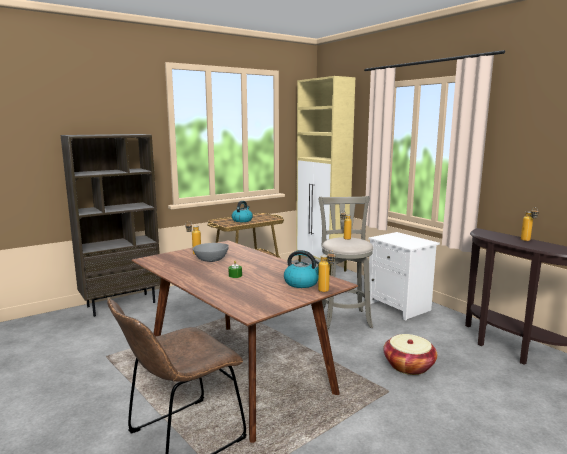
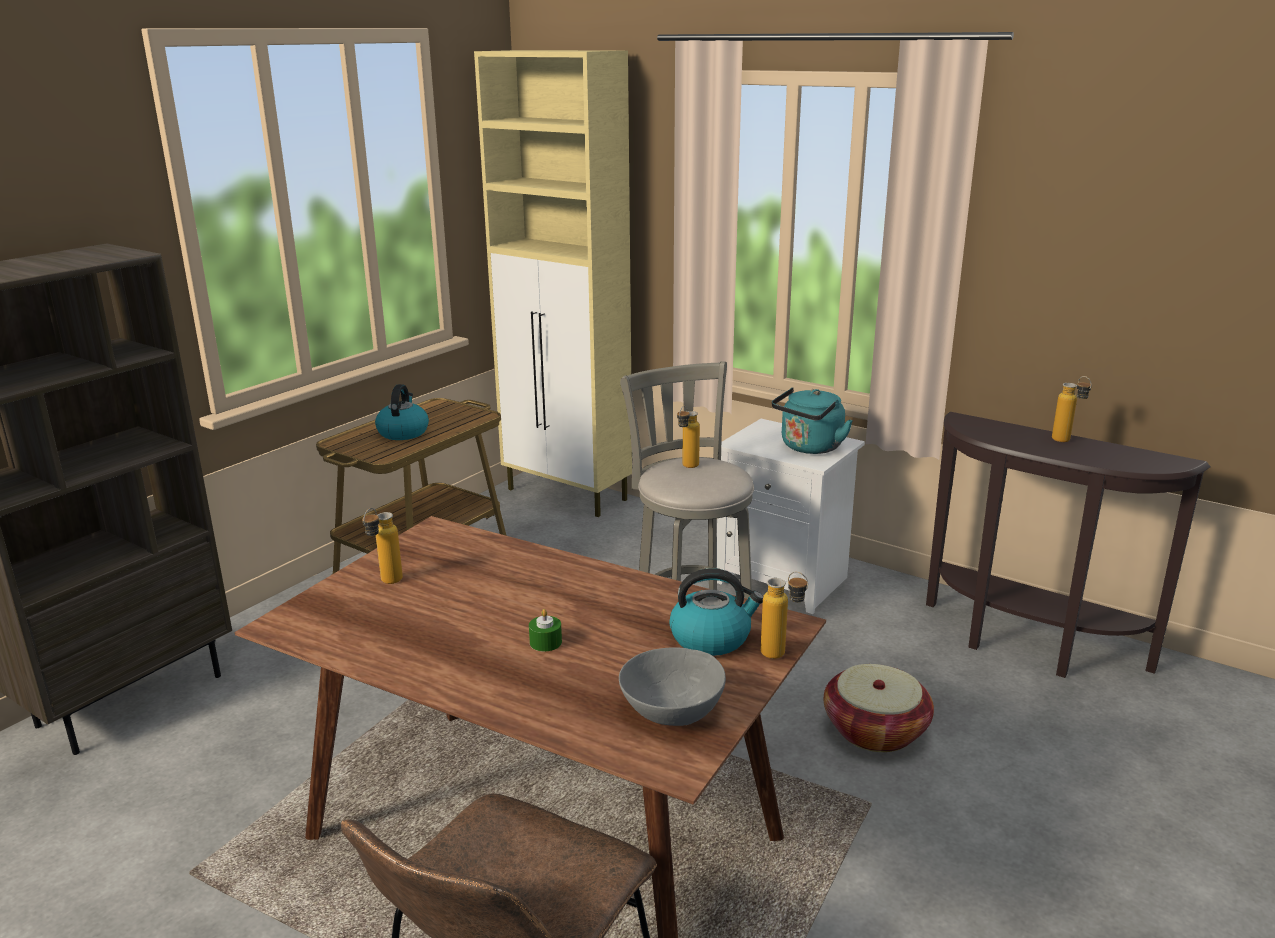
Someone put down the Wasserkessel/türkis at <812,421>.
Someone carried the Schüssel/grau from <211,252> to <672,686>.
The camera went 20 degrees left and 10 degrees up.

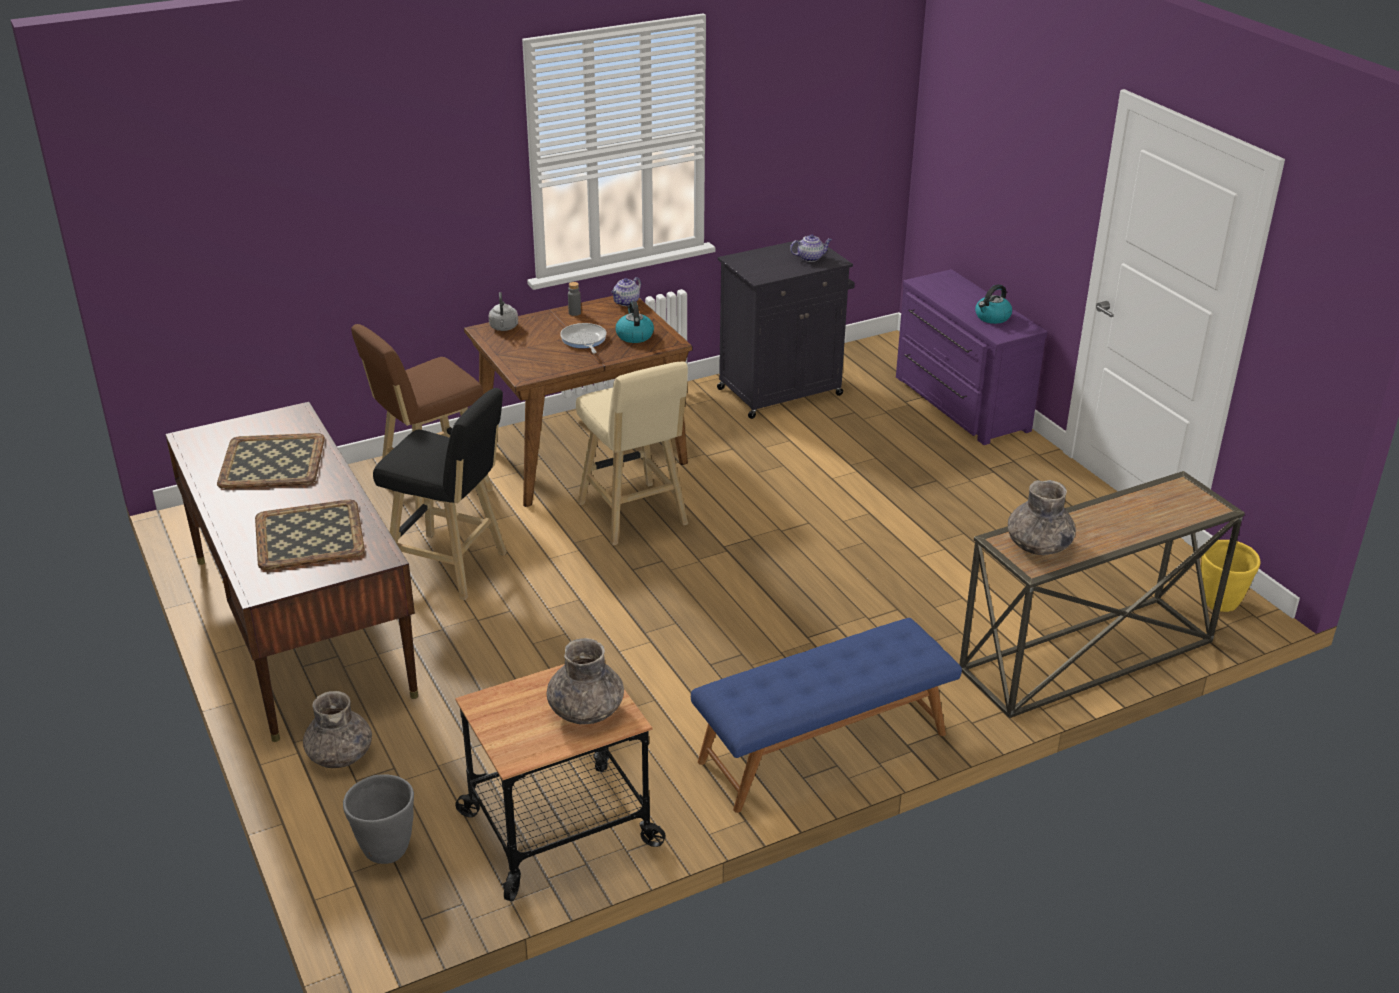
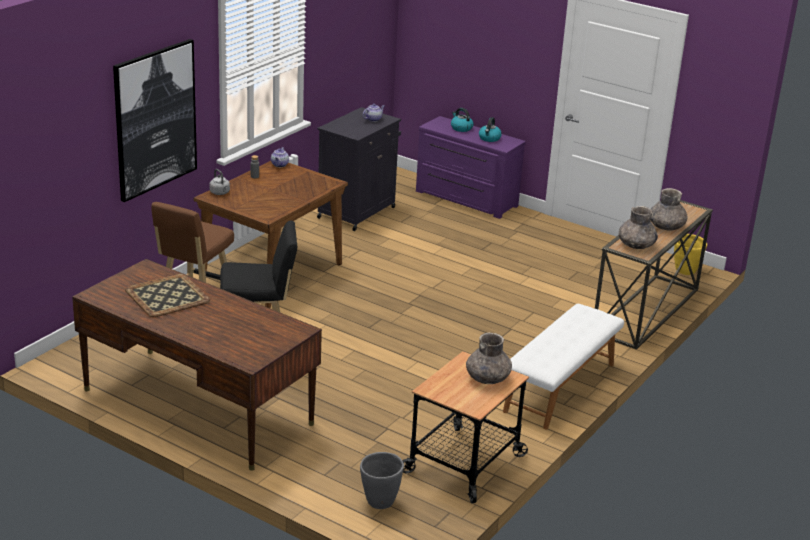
Someone took away the Tablett at <310,535>.
Someone took away the Pfanne at <583,338>.
Someone took away the Hocker/beige at <632,453>.
Someone put up the Bild at <155,120>.
Someone carried the Vase/grau from <337,729> to <669,209>.
Someone carried the Wasserkessel from <635,322> to <462,120>.
Someone repainted the Bank/blau at <826,715>, which became the Bank/weiß at <563,366>.
The camera went 30 degrees left and 5 degrees down.

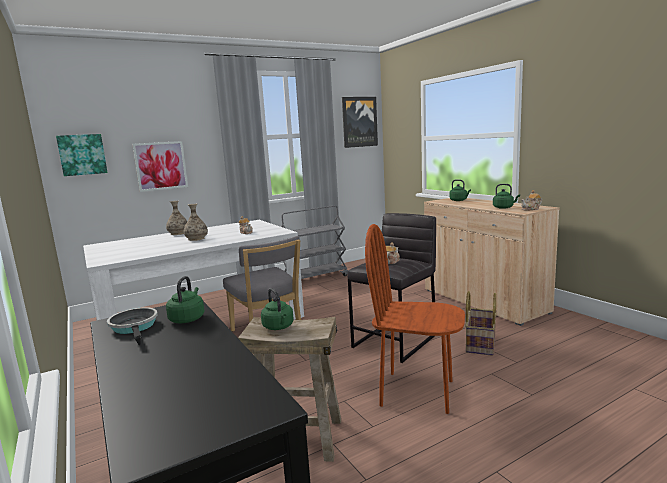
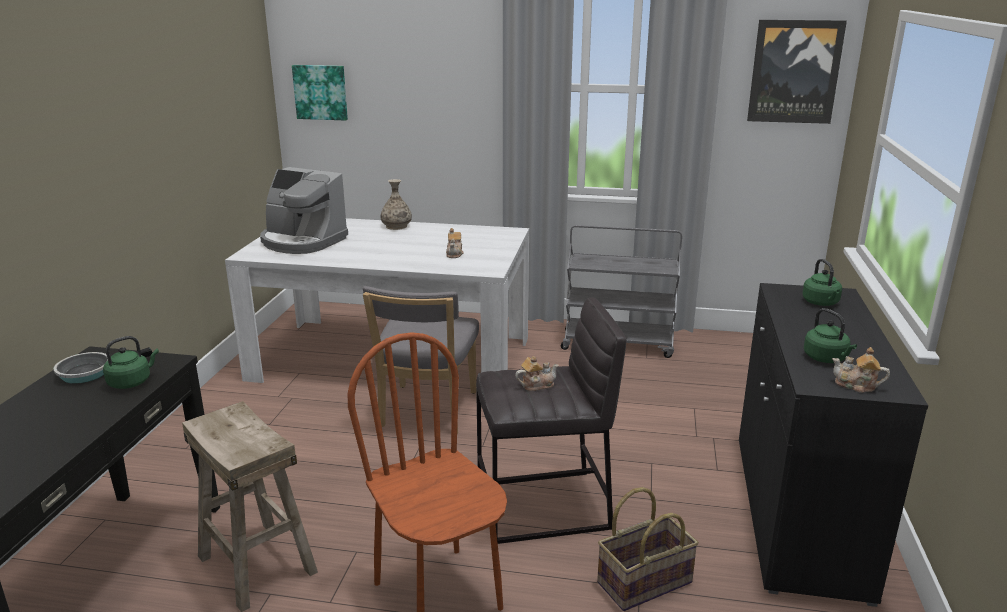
Someone took away the Bild at <160,166>.
Someone took away the Vase at <196,222>.
Someone took away the Wasserkessel/grün at <277,309>.
Someone put down the Kaffeemaschine at <304,210>.
Someone repainted the Schrank/beige at <491,262>, which became the Schrank/schwarz at <833,445>.
Someone rotated the Pfanne at <132,326> by 135 degrees counterclockwise.
The camera went 40 degrees right and 10 degrees up.

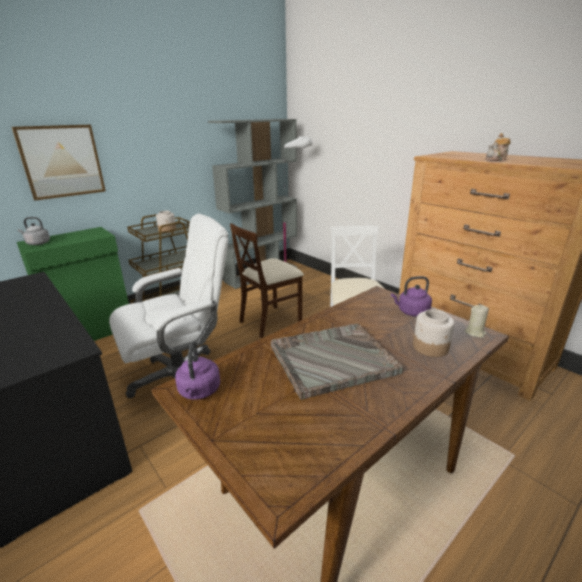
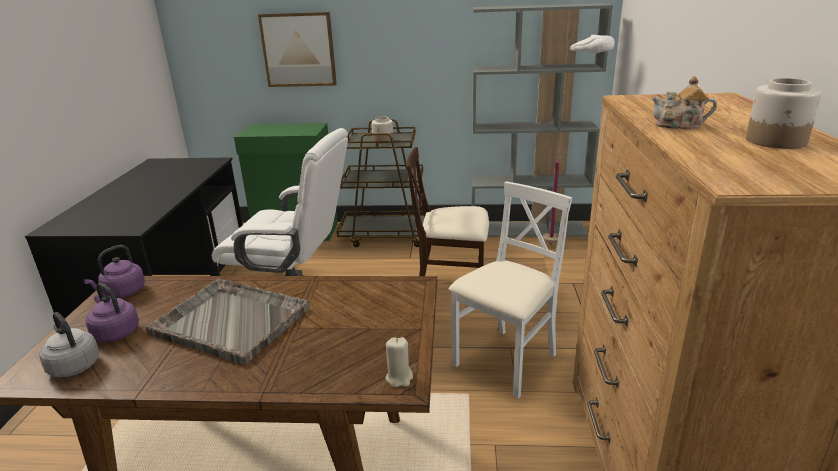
Someone carried the Wasserkessel/grau from <34,231> to <69,344>.
Someone carried the Wasserkessel/lila from <411,296> to <112,312>.
Someone carried the Vorratsglas from <433,333> to <783,113>.
The camera went 45 degrees right and 0 degrees up.

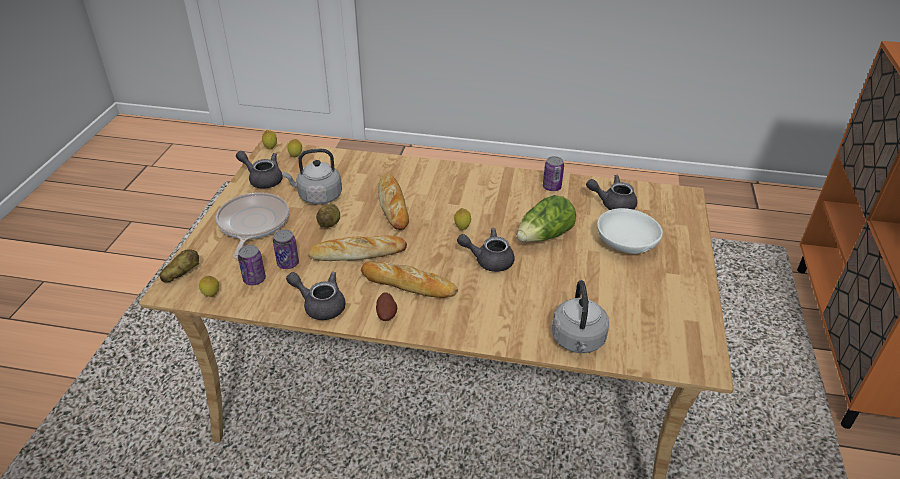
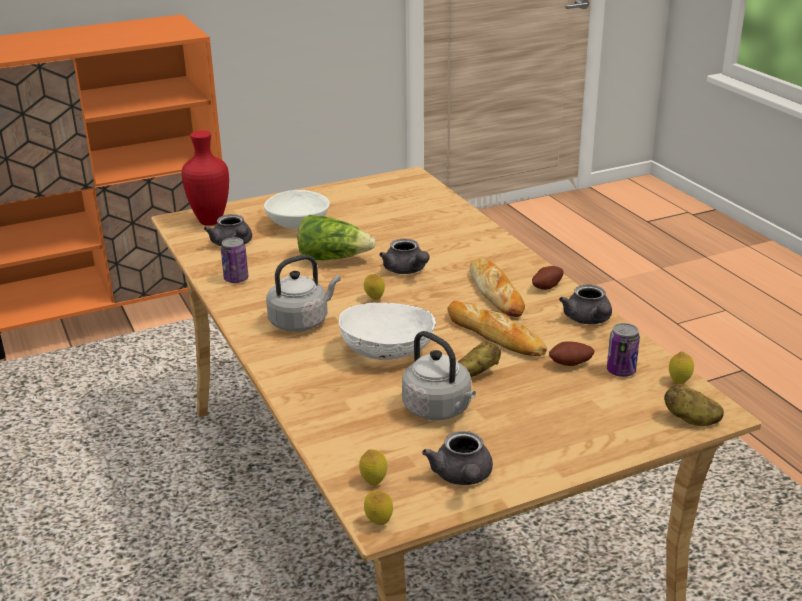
Someone took away the Pfanne at <252,225>.
Someone put down the Vase/rot at <205,178>.
Someone carried the Wasserkessel/grau from <580,316> to <303,293>.
Someone swapped the Dose at <286,249> for the Kartoffel at <571,353>.
Someone swapped the Brot at <393,202> for the Schüssel/weiß at <387,331>.
The camera went 125 degrees left and 10 degrees down.

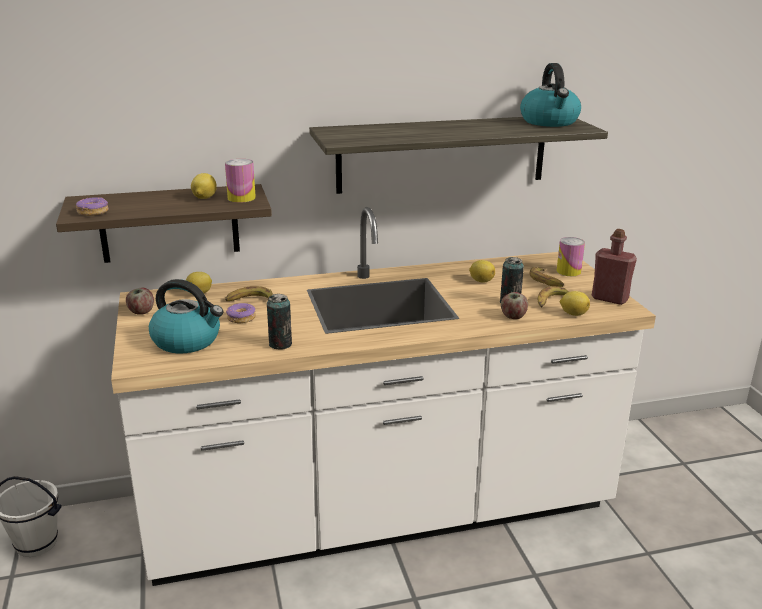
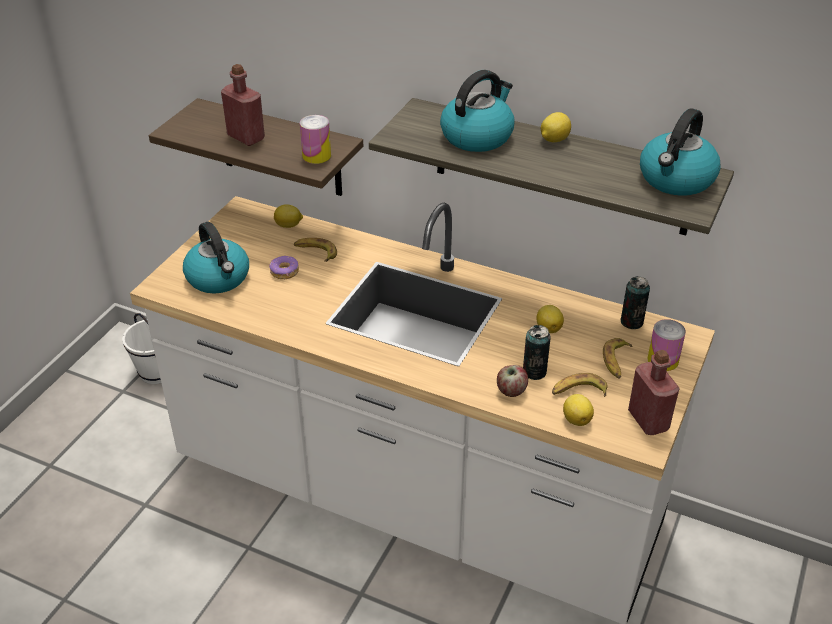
Someone took away the Donut at <92,206>.
Someone took away the Apfel at <140,301>.
Someone put down the Flasche/rot at <243,105>.
Someone put down the Wasserkessel at <477,111>.
Someone carried the Zitrone from <204,186> to <556,127>.
Someone carried the Dose from <279,321> to <635,302>.
The camera went 40 degrees right and 15 degrees up.

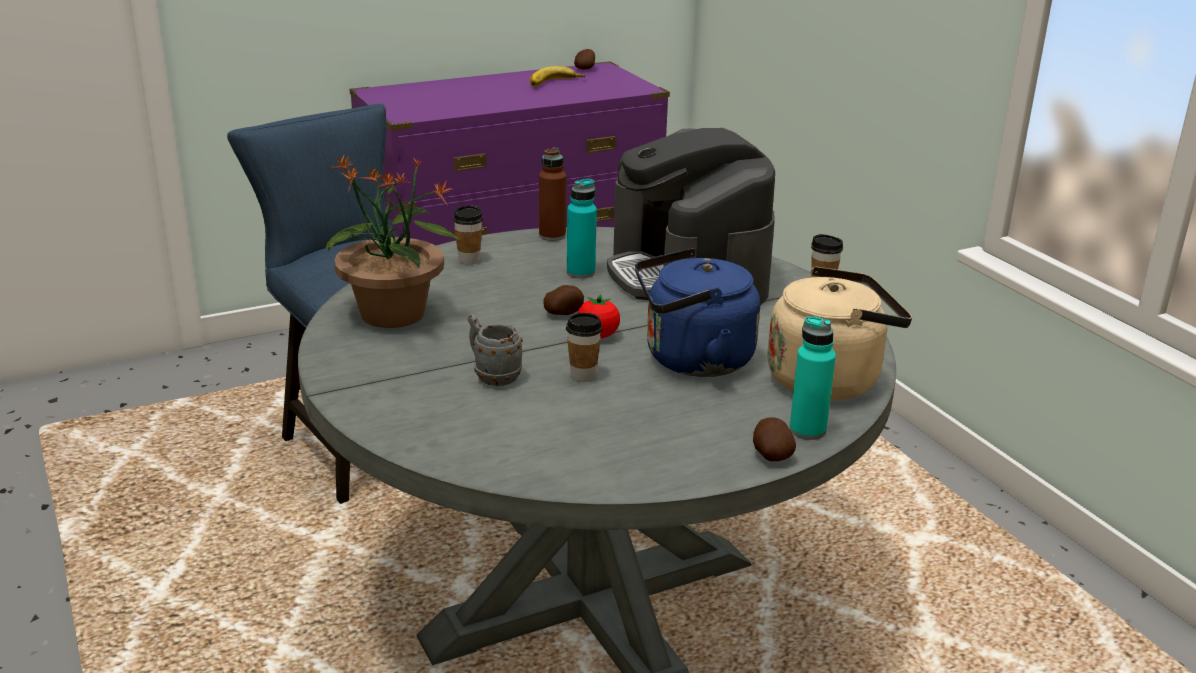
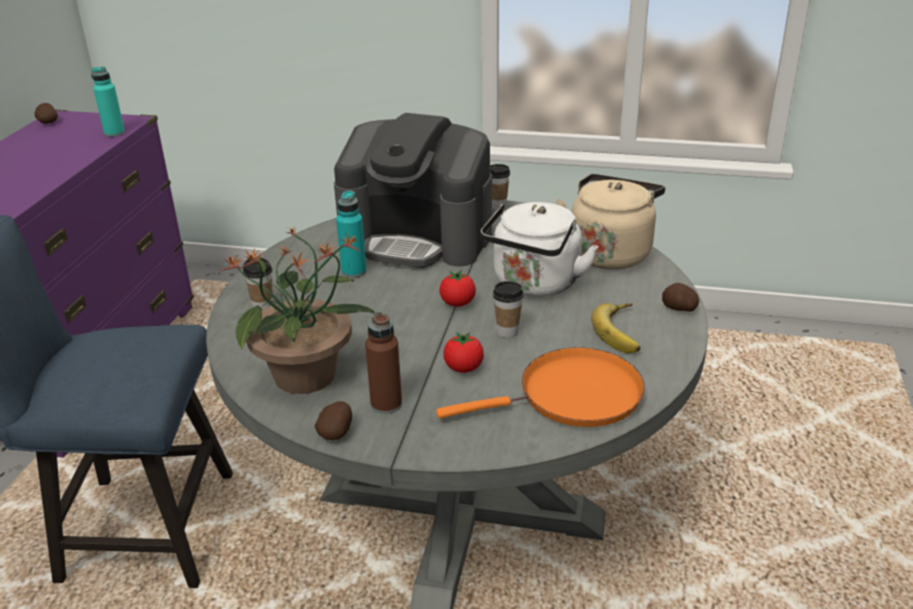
Someone put down the Pfanne/orange at <540,387>.
Someone carried the Banane from <557,76> to <615,328>.
Someone carried the Flasche/braun from <552,194> to <383,363>.
Someone carried the Kartoffel from <563,300> to <333,420>.
Someone carried the Flasche/türkis from <812,378> to <108,101>.
Someone swapped the Henkelbecher/grau at <495,350> for the Tomate at <463,352>.
Someone repainted the Wasserkessel/blau at <697,312>, which became the Wasserkessel/weiß at <540,249>.
The camera went 50 degrees left and 5 degrees up.

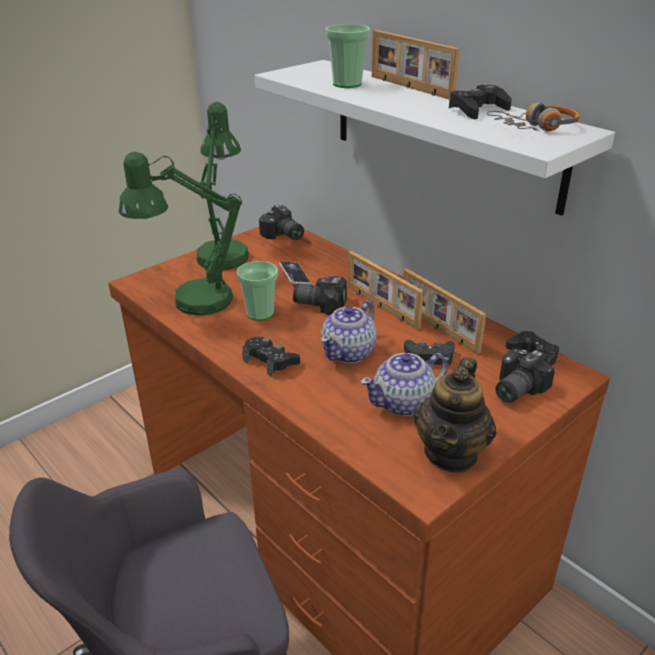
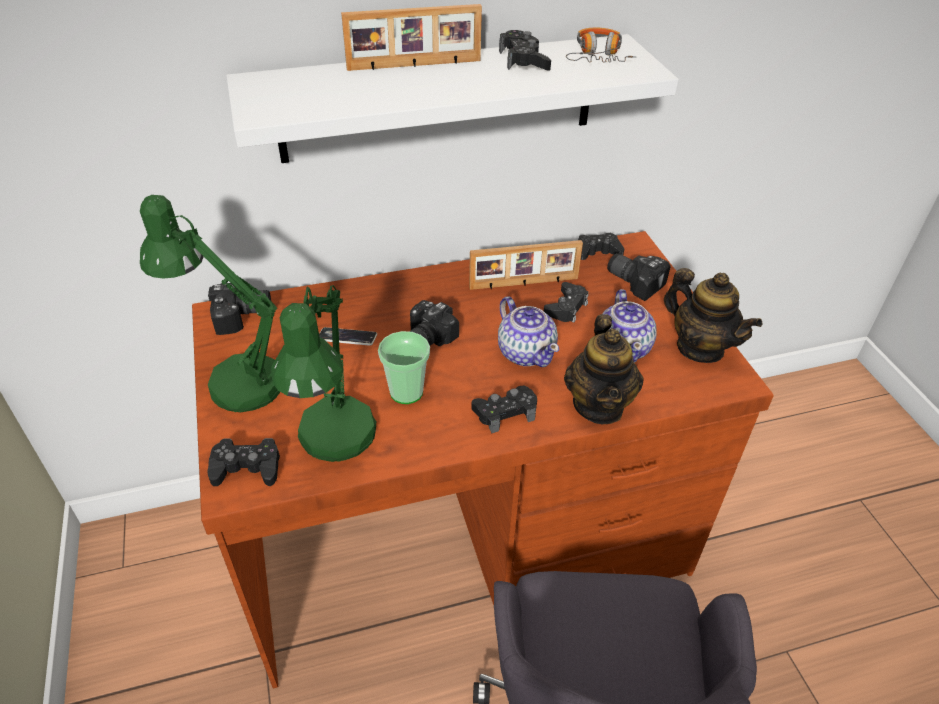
Someone took away the Tasse at <348,56>.
Someone took away the Bilderrahmen at <386,290>.
Someone put down the Gamepad/schwarz at <243,462>.
Someone put down the Teekanne at <604,369>.
Someone rotated the Kamera at <525,375> by 150 degrees clockwise.
The camera went 65 degrees left and 10 degrees up.

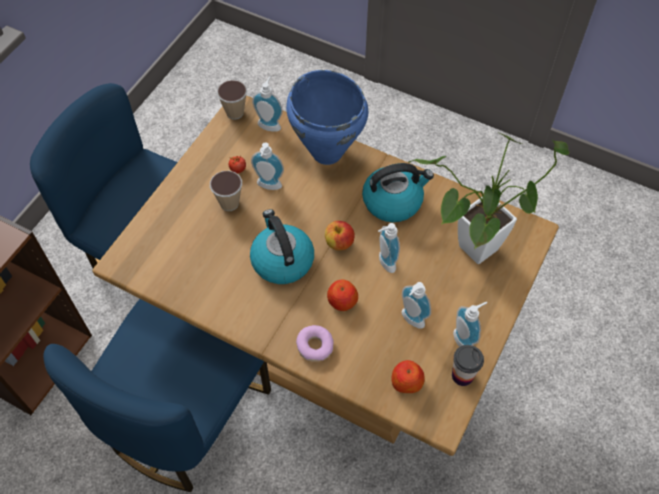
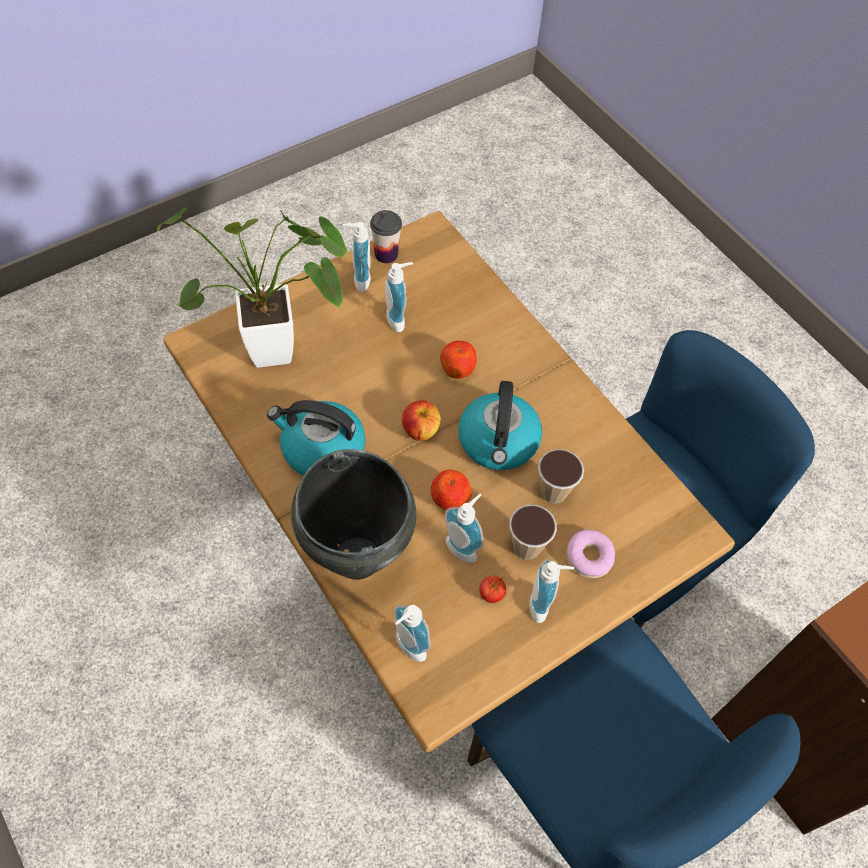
Someone carried the Tasse from <232,100> to <561,476>.
Someone carried the Donut from <315,343> to <590,554>.
Someone carried the Seifenspender from <389,248> to <551,590>.
Someone carried the Apfel from <408,376> to <451,490>.
Someone repainted the Kochtopf/blau at <327,117>, which became the Kochtopf/schwarz at <353,514>.
The camera went 155 degrees left and 0 degrees up.

